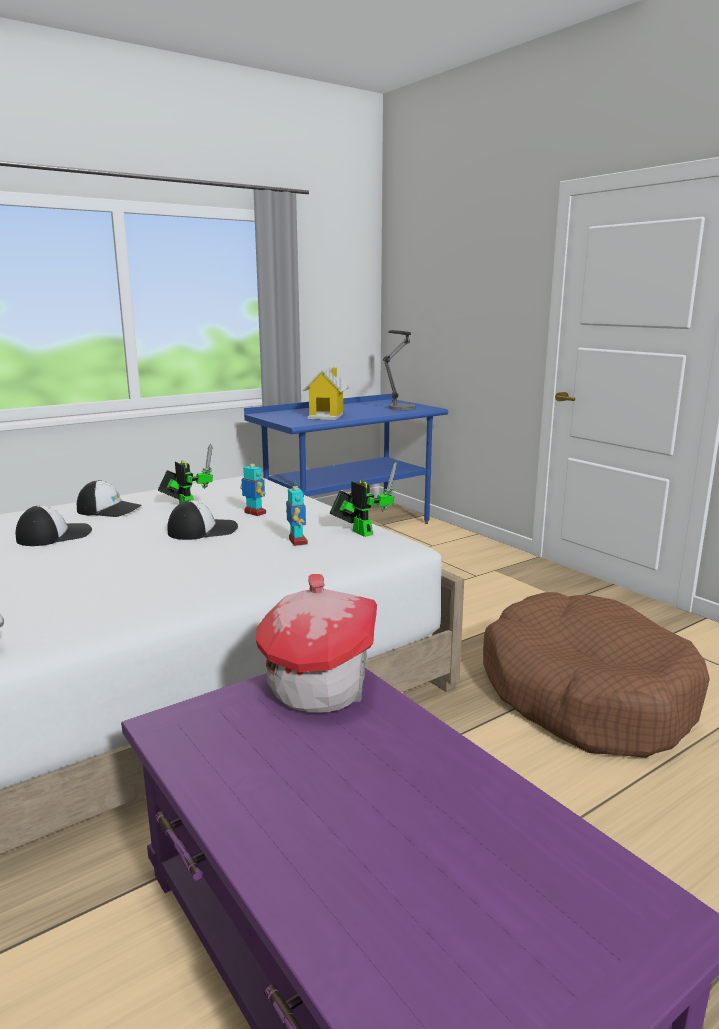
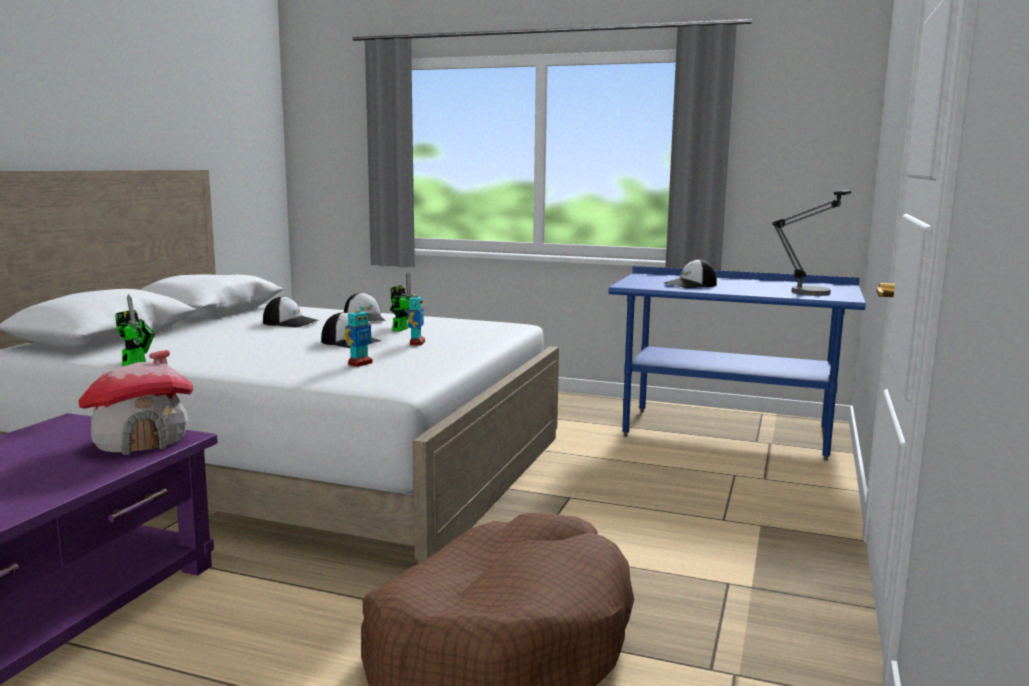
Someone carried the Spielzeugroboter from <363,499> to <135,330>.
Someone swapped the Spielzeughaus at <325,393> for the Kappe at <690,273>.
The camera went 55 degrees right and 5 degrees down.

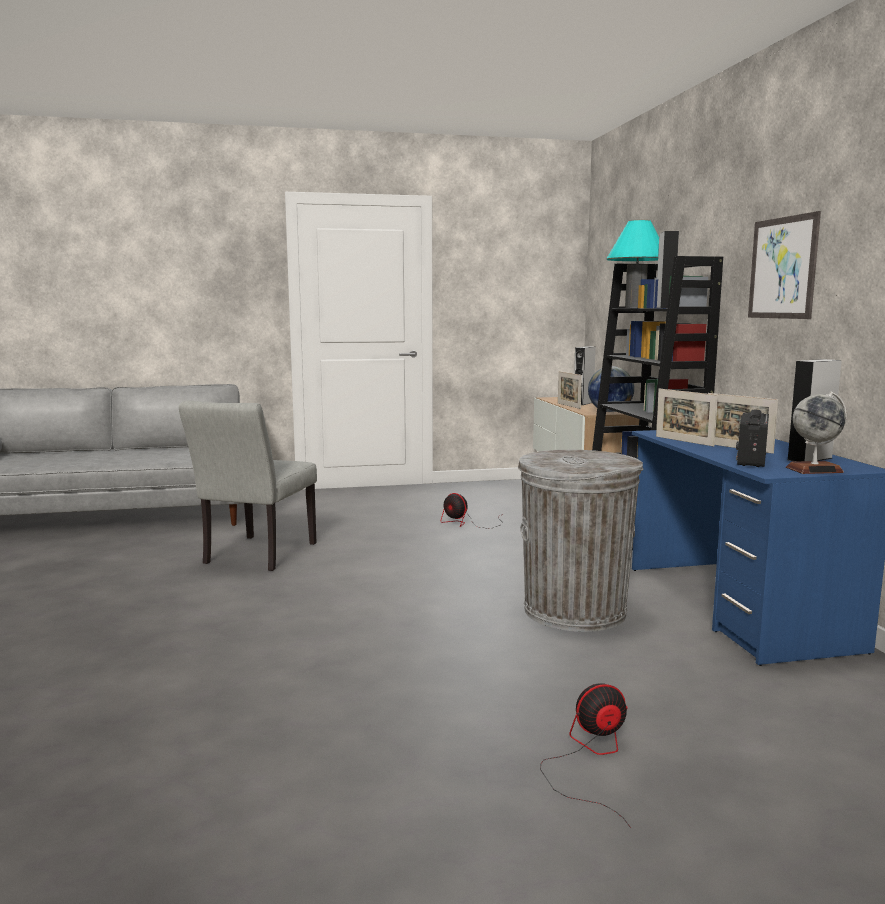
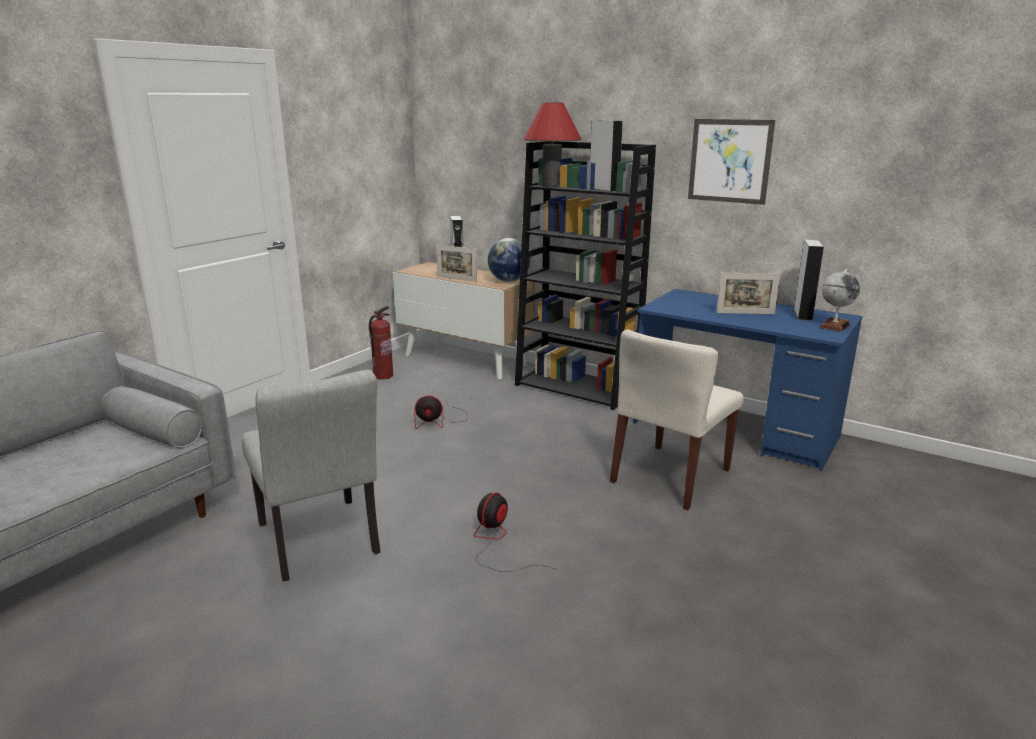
Someone took away the Bilderrahmen at <687,418>.
Someone took away the Radio at <752,438>.
Someone put down the Feuerlöscher at <381,343>.
Someone carried the Ventilator from <585,755> to <515,532>.
Someone swapped the Mülleimer/grau at <580,541> for the Stuhl/beige at <677,420>.
Someone repainted the Tischlampe/türkis at <632,264>, which became the Tischlampe/rot at <552,144>.
The camera went 45 degrees left and 10 degrees up.

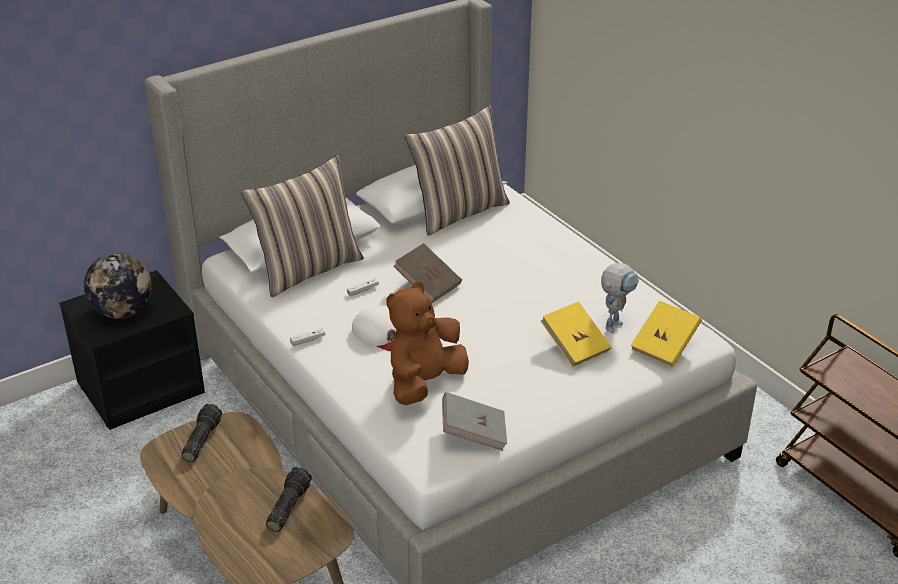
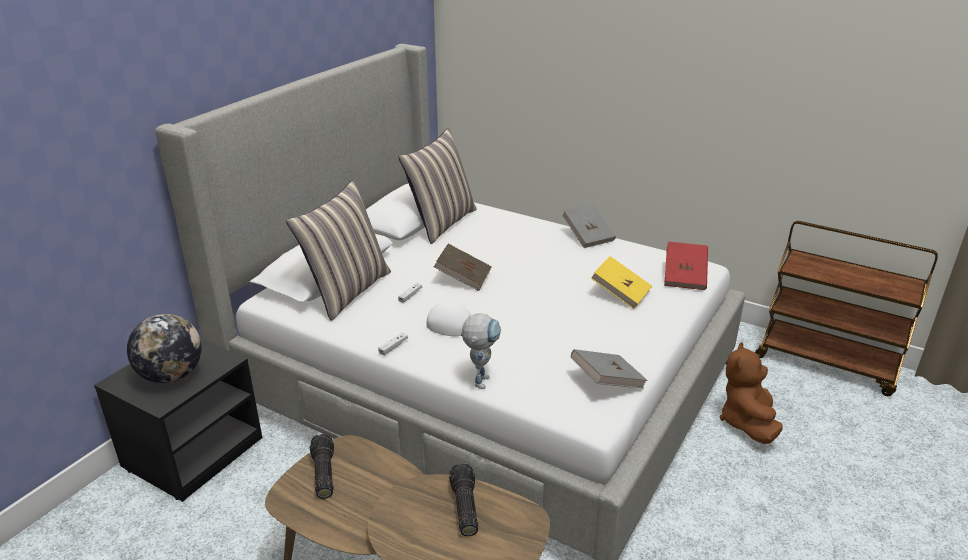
Someone put down the Buch/grau at <589,226>.
Someone carried the Plüschtier/braun from <427,343> to <751,393>.
Someone carried the Spielzeugroboter from <620,298> to <481,351>.
Someone repainted the Buch/gelb at <666,334>, which became the Buch/rot at <686,266>.
The camera went 25 degrees left and 5 degrees down.

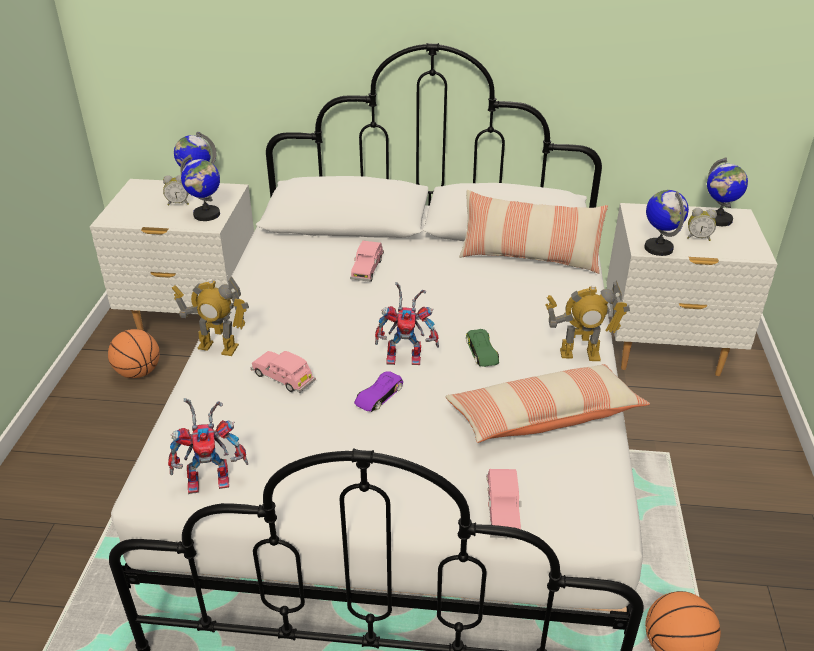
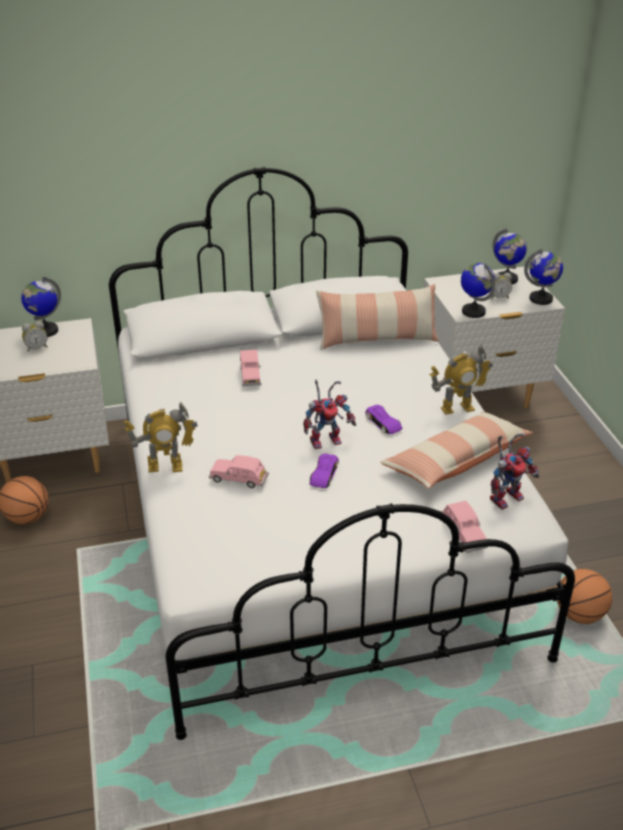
Someone carried the Spielzeugroboter from <208,446> to <514,472>.
Someone carried the Globus from <200,188> to <543,277>.
Someone repainted the Spielzeugauto/grün at <482,348>, which became the Spielzeugauto/lila at <383,419>.
The camera went 20 degrees left and 0 degrees up.

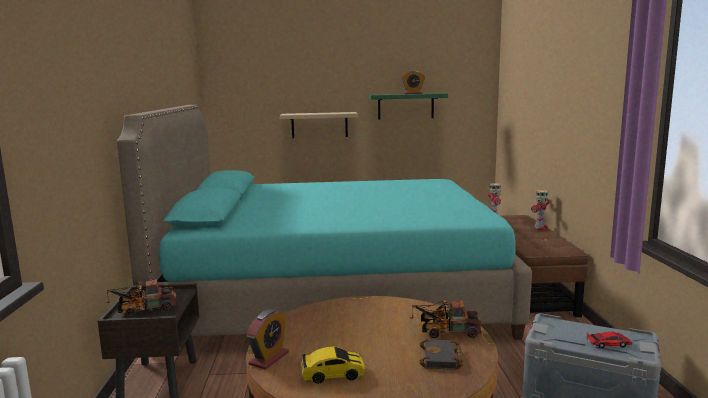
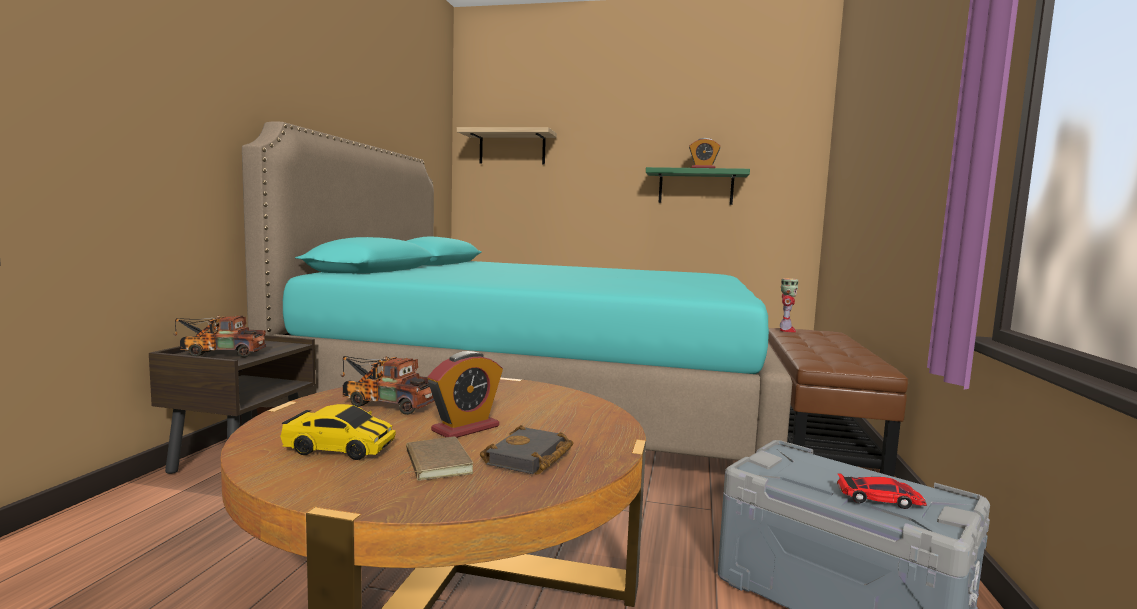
Someone took away the Spielzeugroboter at <540,210>.
Someone put down the Buch/braun at <435,458>.
Someone carried the Wecker from <267,339> to <465,394>.
Someone carried the Wandregal from <319,125> to <507,145>.
Someone carried the Spielzeuglaster from <446,318> to <387,385>.
The camera went 15 degrees right and 5 degrees down.

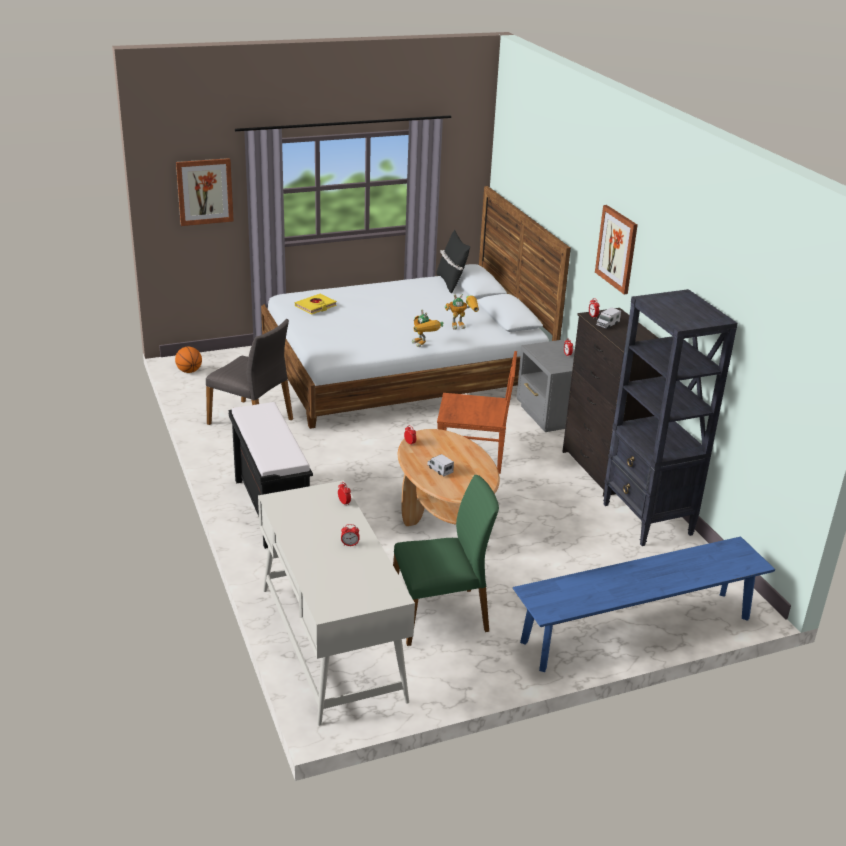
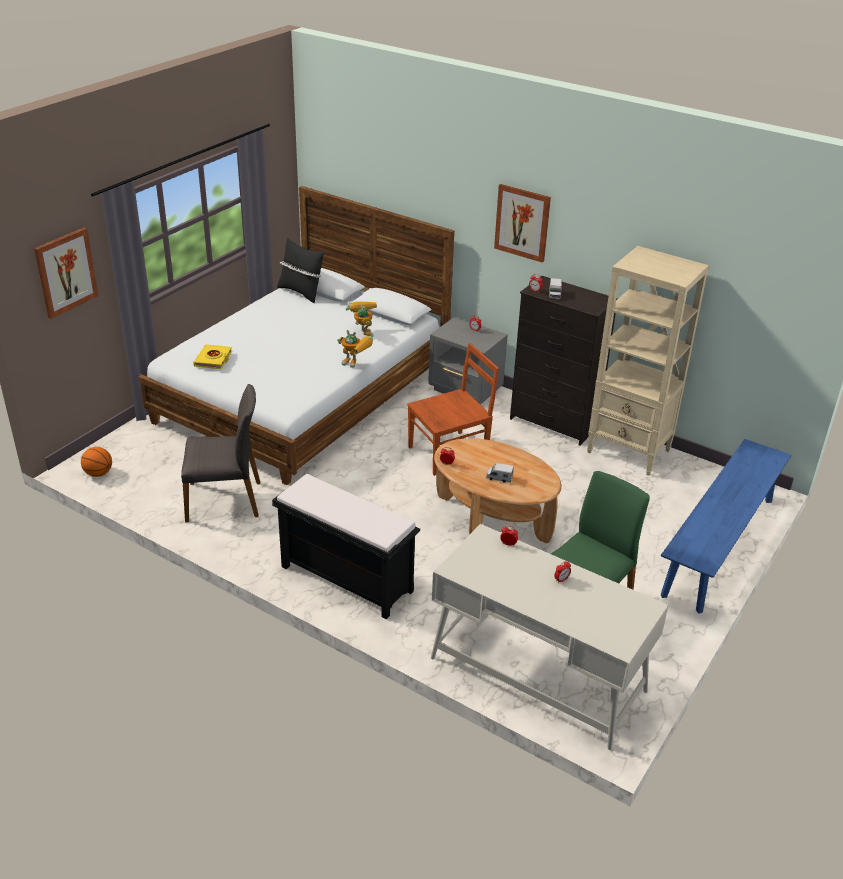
Someone repainted the Bücherregal/schwarz at <670,417>, which became the Bücherregal/beige at <648,361>.
Someone rotated the Spielzeugroboter at <462,312> by 60 degrees counterclockwise.
The camera went 35 degrees left and 5 degrees up.

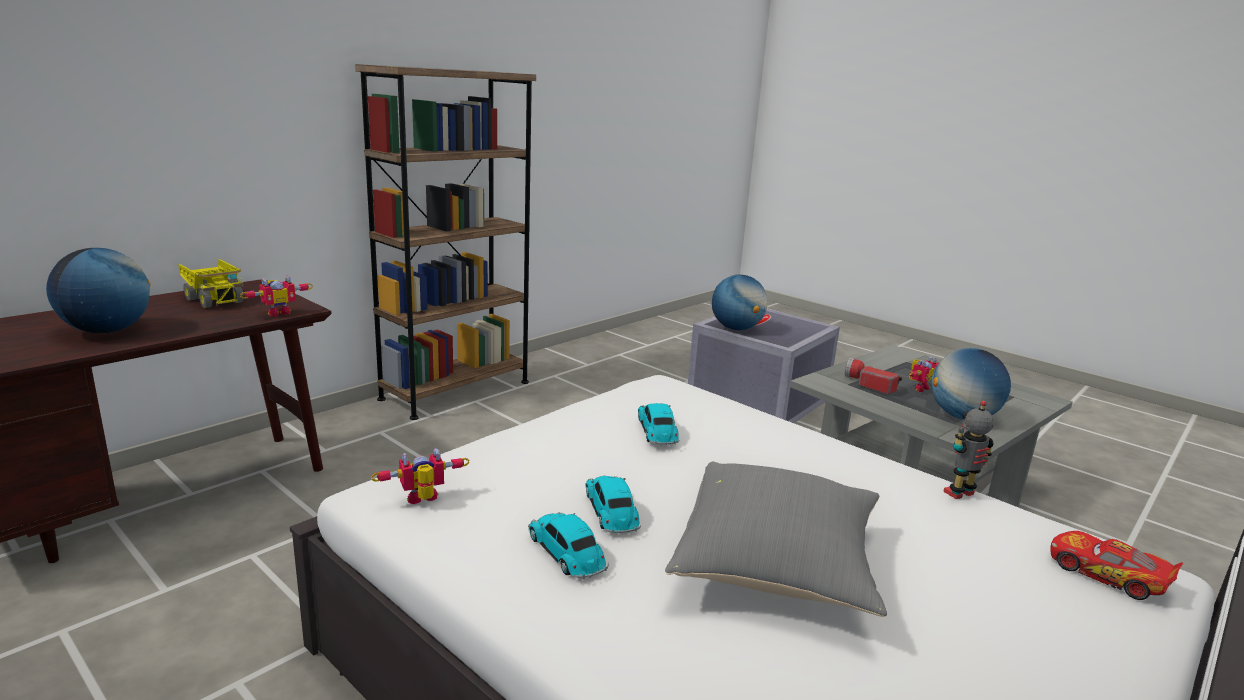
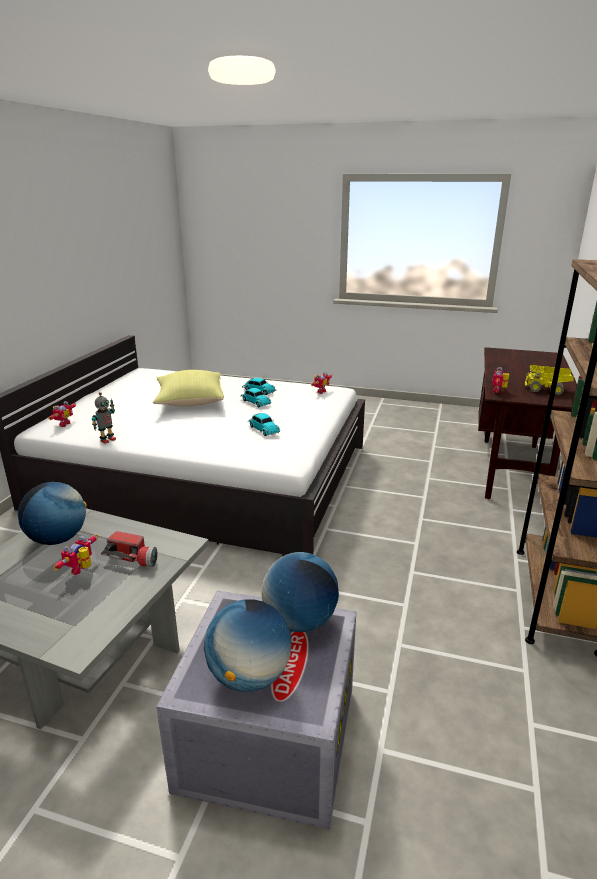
Someone carried the Globus from <98,290> to <247,645>.
Someone swapped the Spielzeugauto at <1116,565> for the Spielzeugroboter at <62,414>.
Someone repainted the Kissen/grau at <776,539>, which became the Kissen/gelb at <188,388>.
The camera went 155 degrees right and 5 degrees up.

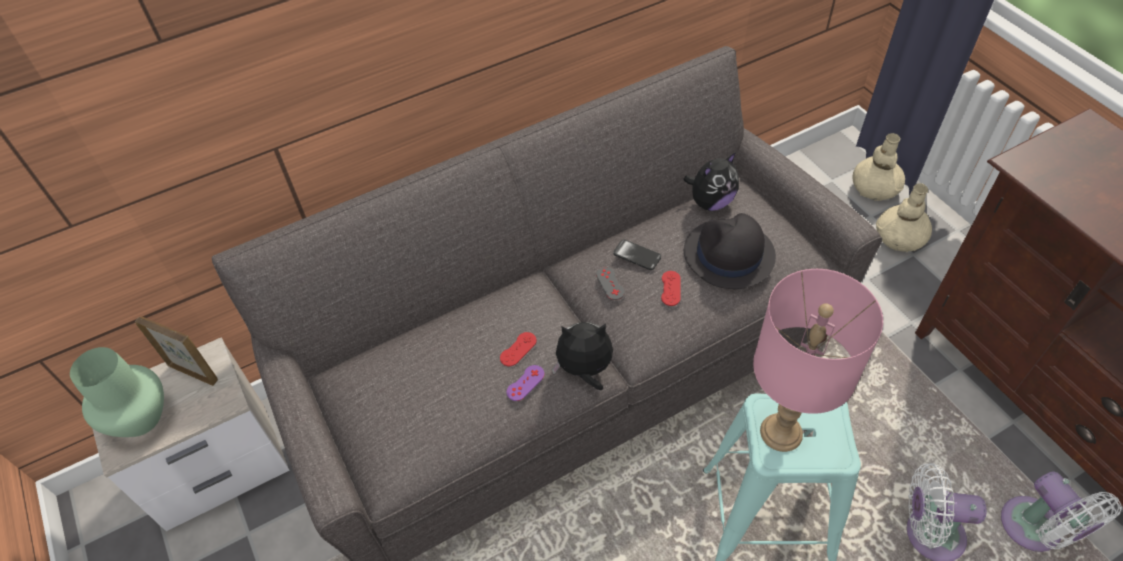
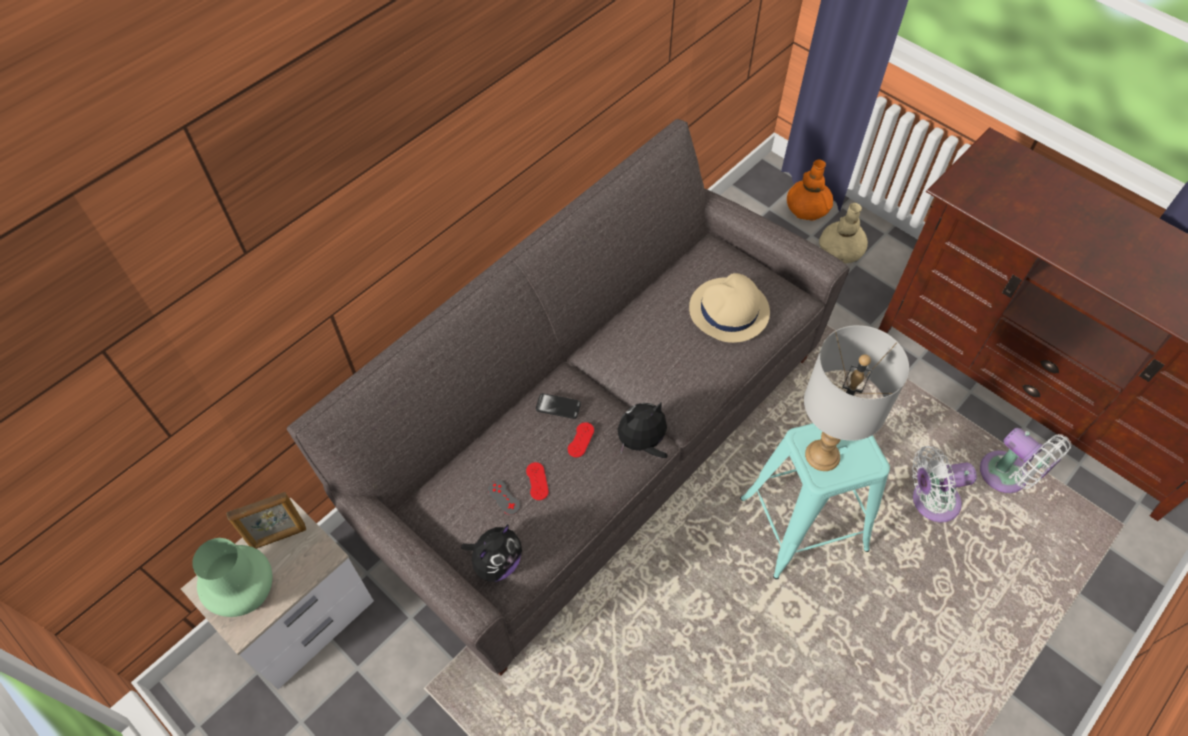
Someone took away the Gamepad/lila at <525,383>.
Someone carried the Gamepad/grau from <610,283> to <504,497>.
Someone carried the Handy from <637,254> to <558,406>.
Someone carried the Gamepad/rot from <671,288> to <537,481>.
Someone carried the Plüschtier from <711,181> to <491,552>.
Someone repainted the Hut/schwarz at <730,251>, which became the Hut/beige at <729,308>.
Someone repainted the Tischlampe/rosa at <818,360>, which became the Tischlampe/grau at <856,398>.
Someone repainted the Vase/beige at <878,167>, which became the Vase/orange at <810,190>.
Someone rotated the Bilderrahmen at <176,351> by 150 degrees clockwise.
The camera went 20 degrees left and 5 degrees up.

